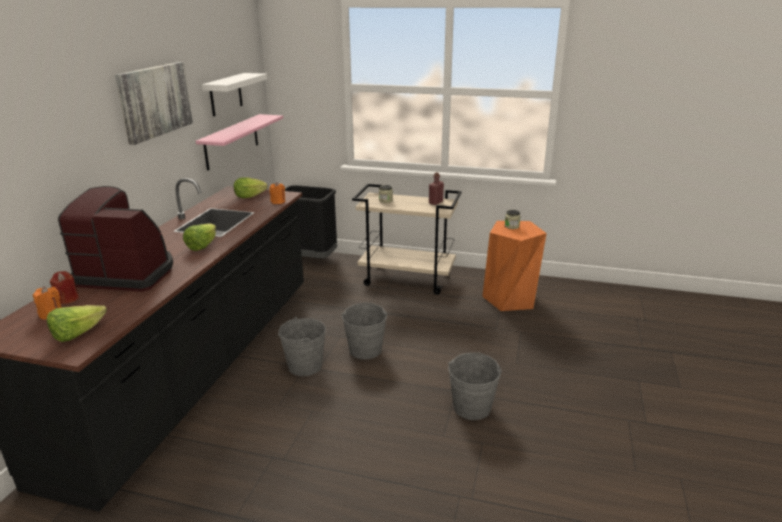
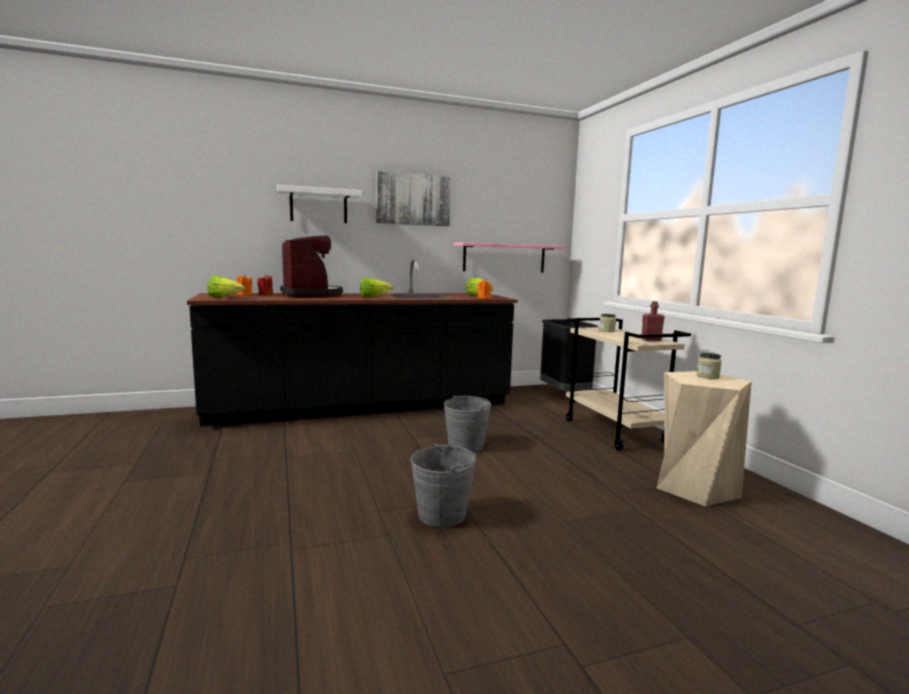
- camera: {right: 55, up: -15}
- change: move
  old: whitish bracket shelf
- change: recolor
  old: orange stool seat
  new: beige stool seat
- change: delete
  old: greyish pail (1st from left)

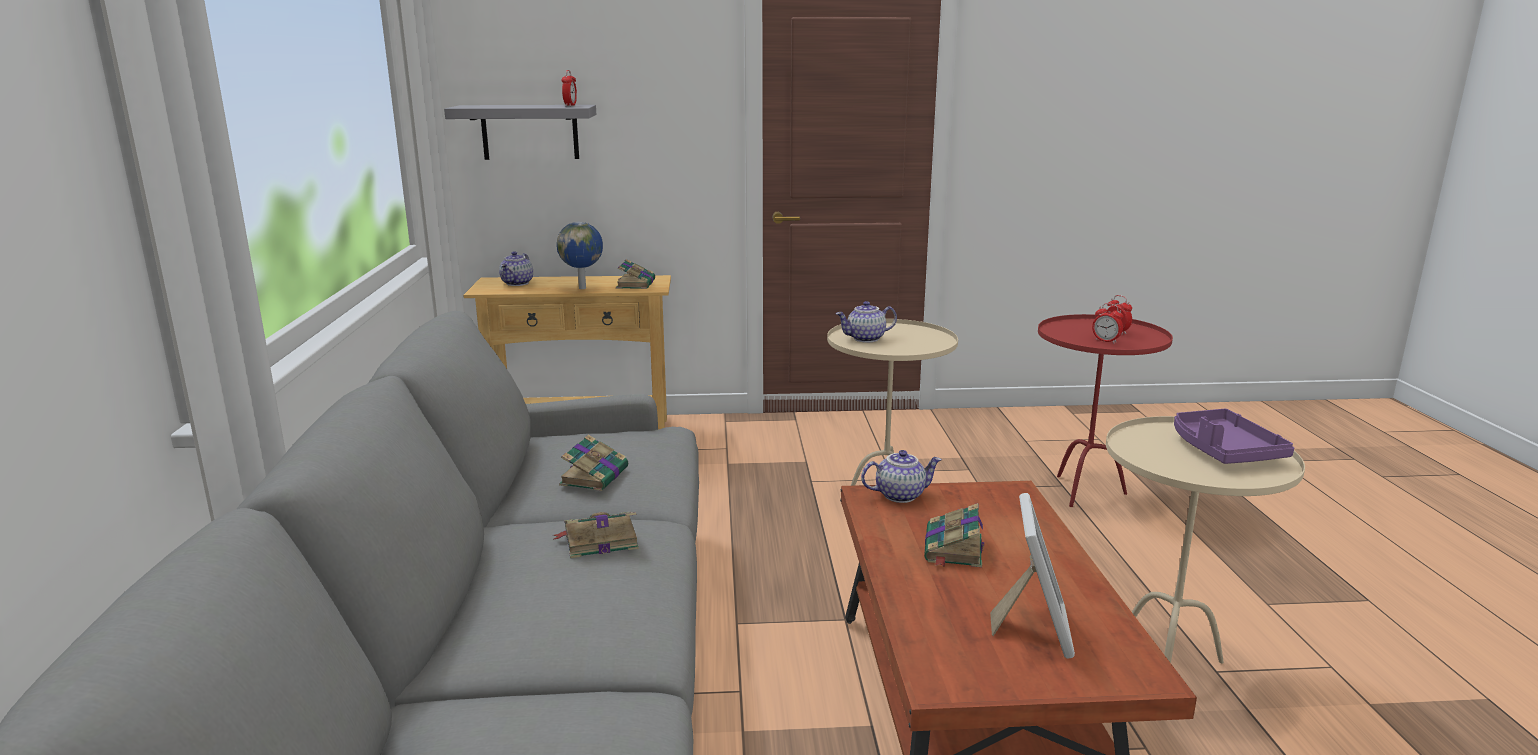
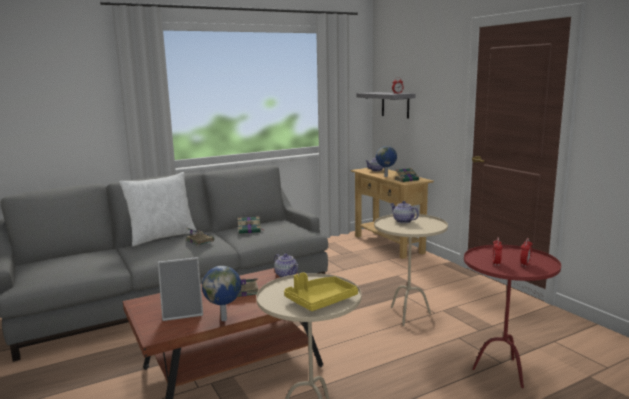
- camera: {right: 65, up: -5}
- change: recolor
  old: purplish carrying tray
  new: yellowish carrying tray
- change: insert
  new: whitish cushion
- change: insert
  new: desk globe (1st from left)

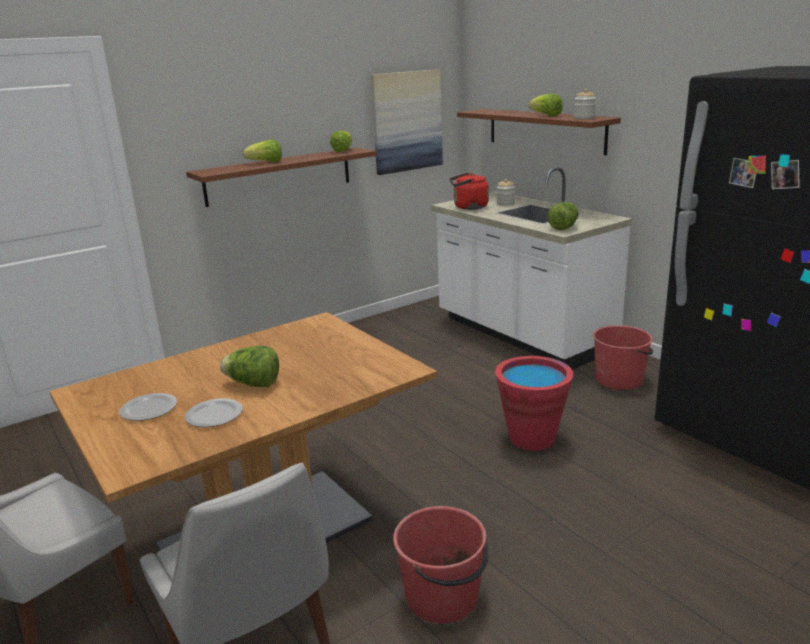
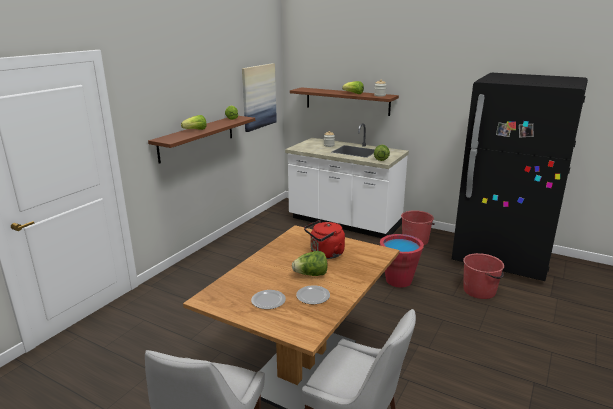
- camera: {right: -25, up: 0}
- change: move
  old: red water kettle
- change: move
  old: red pail (1st from left in the first image)
  new: red pail (3rd from left)

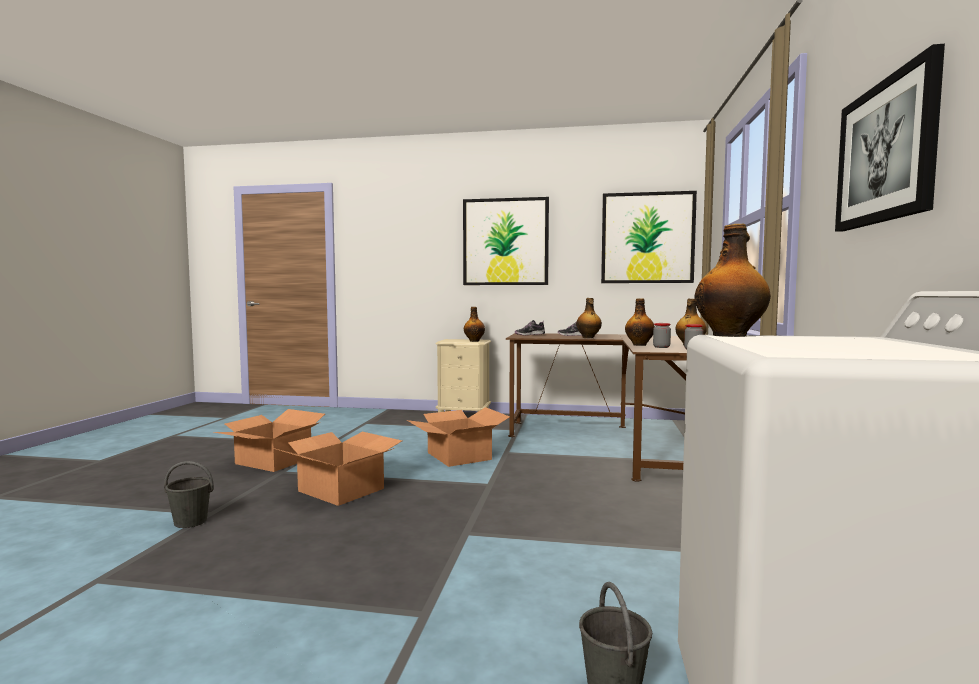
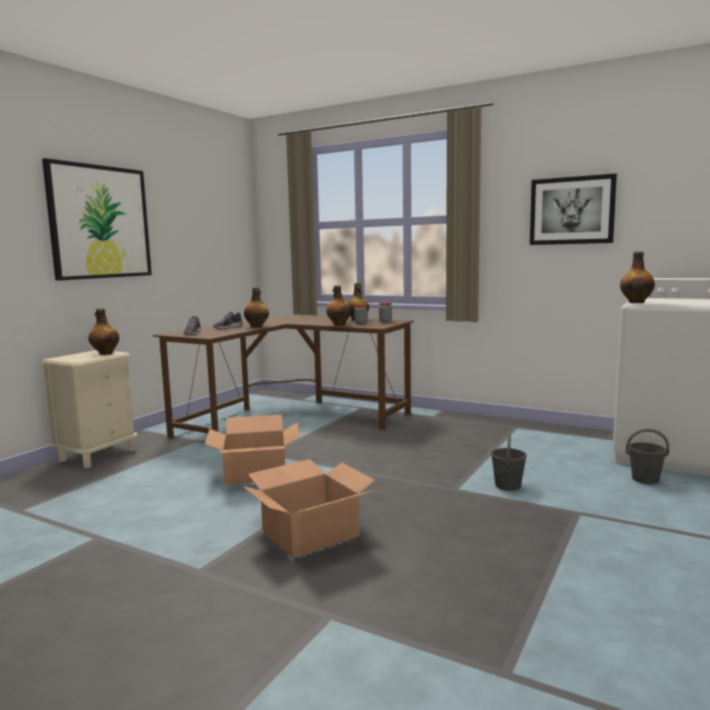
- camera: {right: -70, up: 5}
- change: delete
  old: wall picture (2nd from left)
- change: delete
  old: carton (1st from left)
- change: move
  old: greyish pail (1st from left)

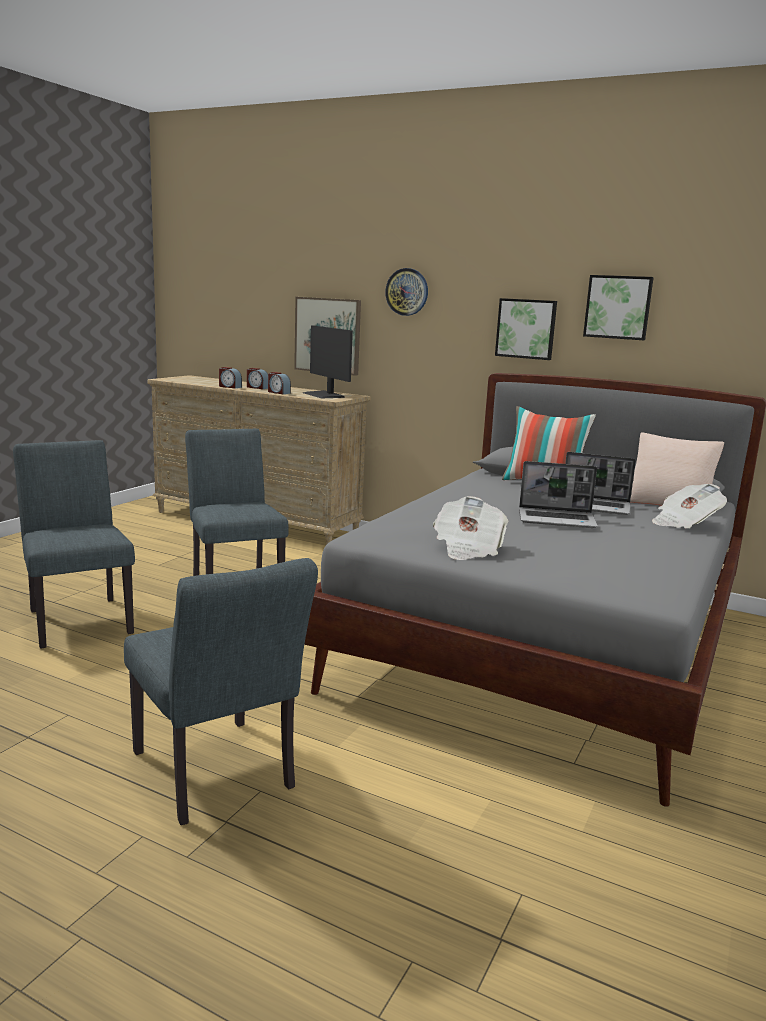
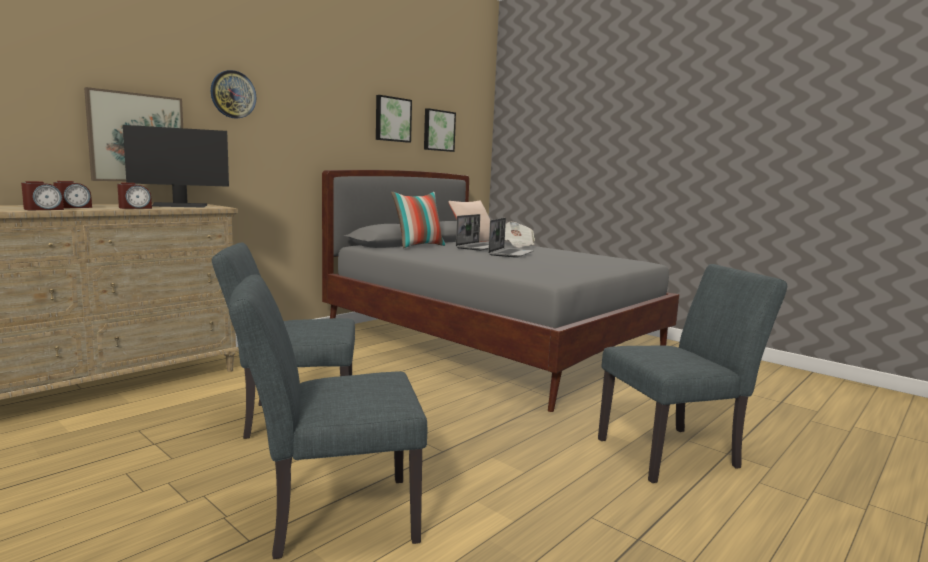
- camera: {right: -75, up: -5}
- change: move
  old: wall picture (2nd from left in the first image)
  new: wall picture (3rd from left)
- change: delete
  old: daily paper (1st from left)

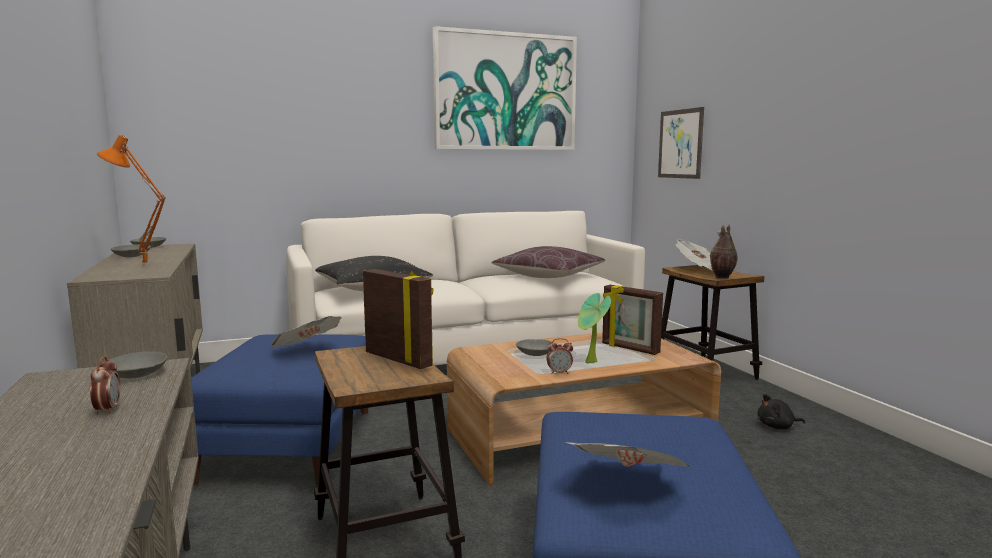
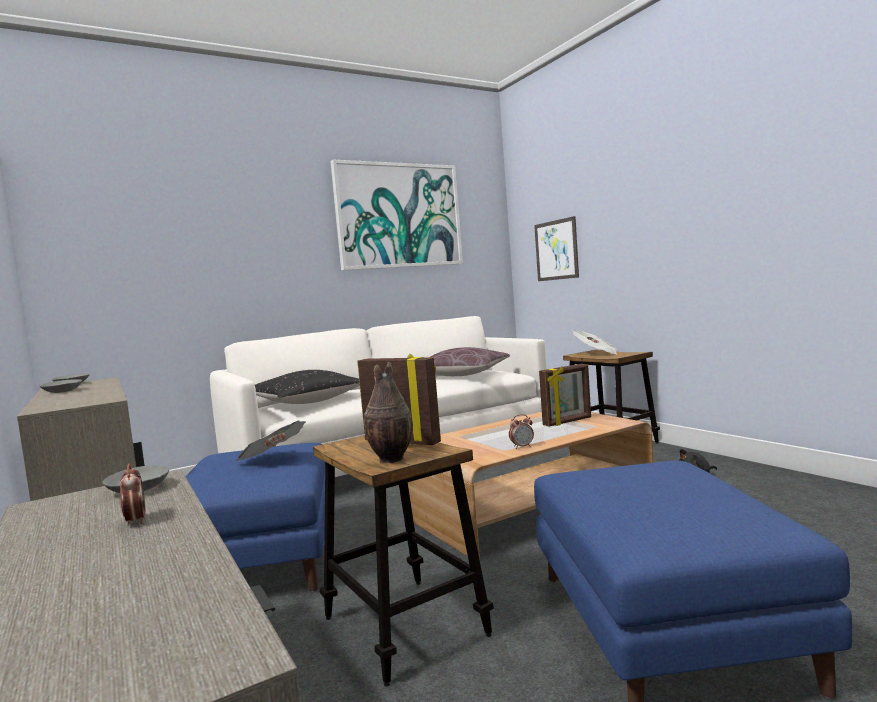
- camera: {right: -10, up: -5}
- change: delete
  old: orange lamp for a table
- change: move
  old: vase
- change: rotate
  old: photo frame (2nd from left)
  degrees: -60
- change: delete
  old: potted plant
- change: delete
  old: greyish bowl (4th from left)
- change: delete
  old: daily paper (2nd from left)

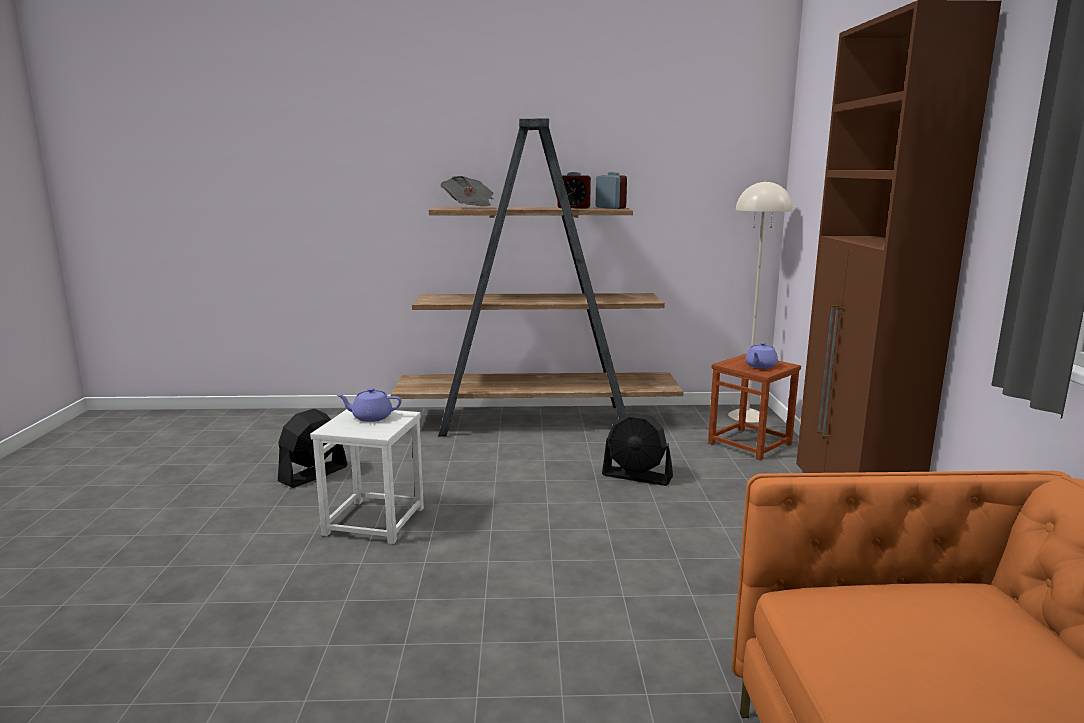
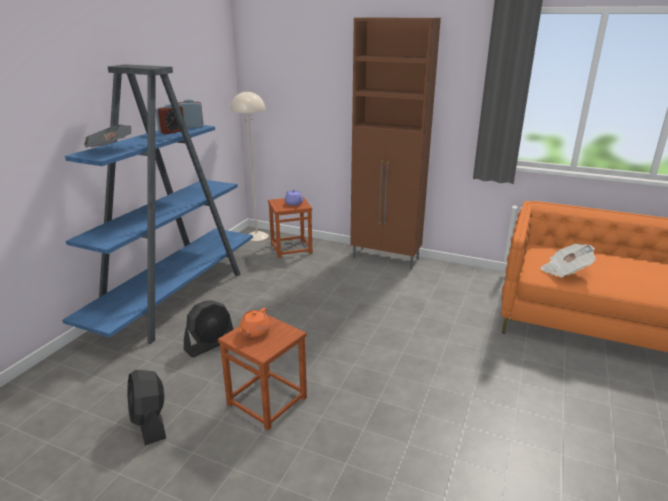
- camera: {right: -65, up: 10}
- change: recolor
  old: brown-coloured shelving unit
  new: blue-coloured shelving unit
- change: recolor
  old: purplish tea pot (1st from left)
  new: orange tea pot
- change: recolor
  old: whitish stool seat
  new: brown-coloured stool seat (1st from left)
- change: move
  old: blackish fan (2nd from left)
- change: insert
  new: daily paper (2nd from left)

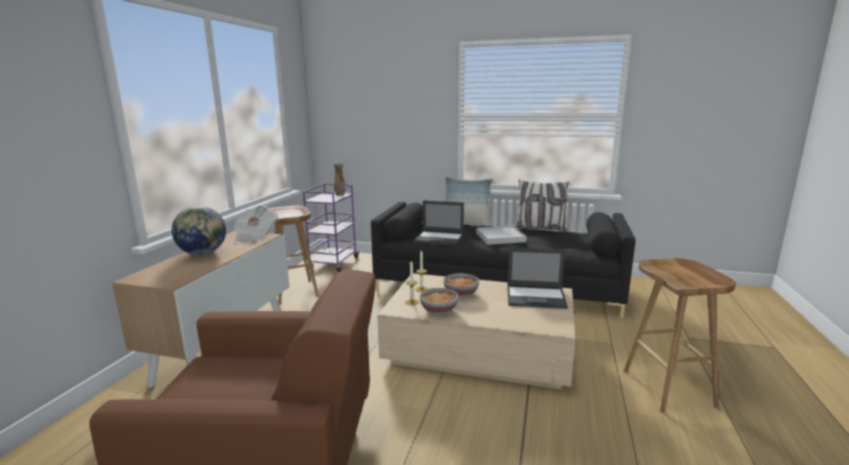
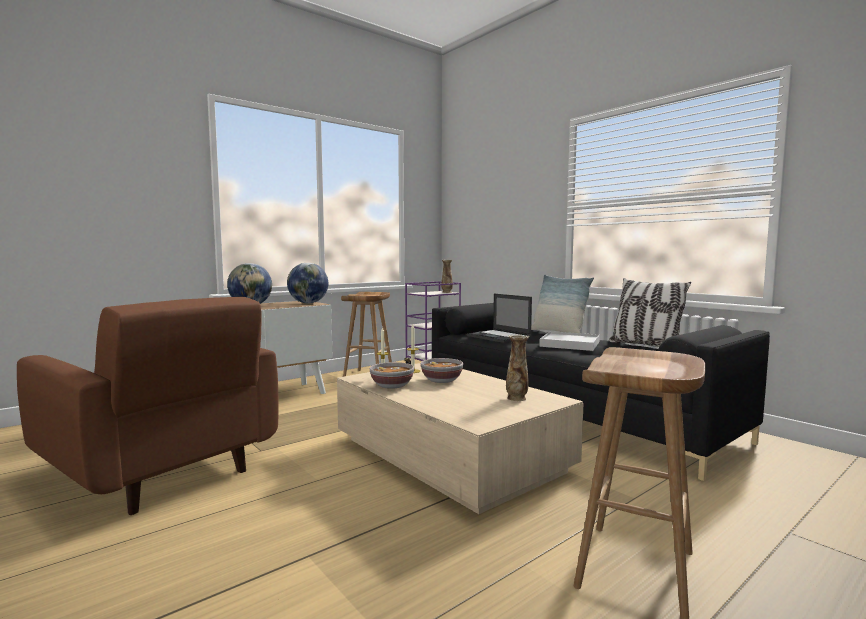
- camera: {right: 35, up: -10}
- change: replace
  old: daily paper
  new: desk globe (2nd from left)
- change: replace
  old: portable computer (2nd from left)
  new: vase (2nd from left)

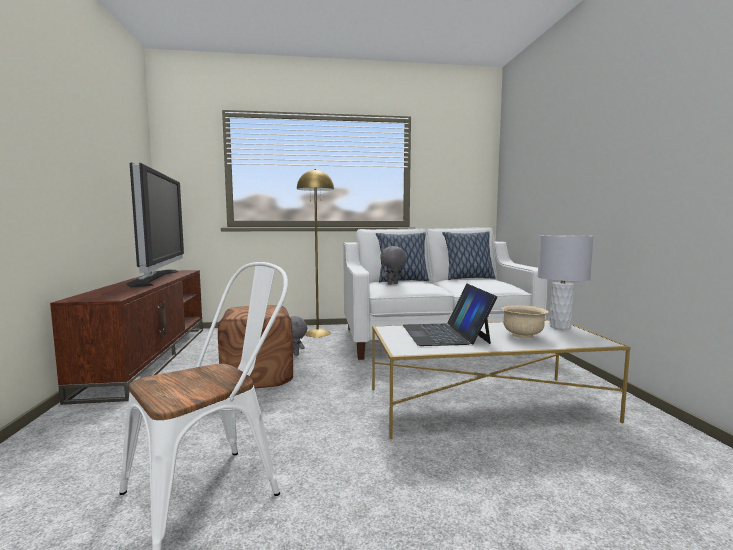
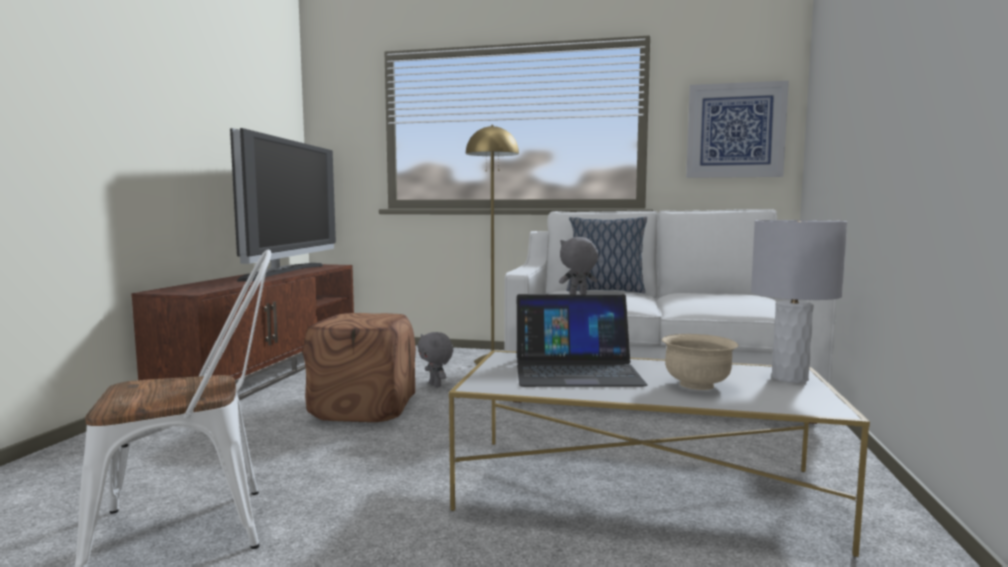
- camera: {right: 20, up: 0}
- change: delete
  old: cushion (2nd from left)
- change: rotate
  old: portable computer
  degrees: -105
- change: insert
  new: wall picture

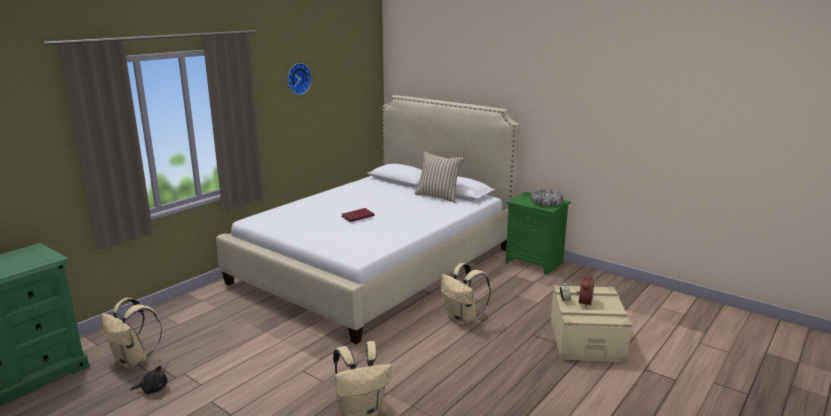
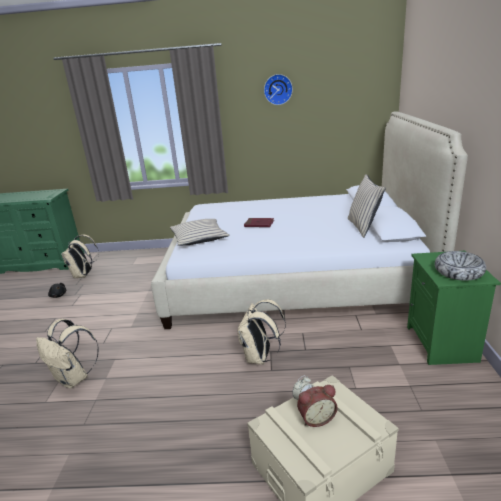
- camera: {right: 55, up: 5}
- change: insert
  new: beige cushion (1st from left)

